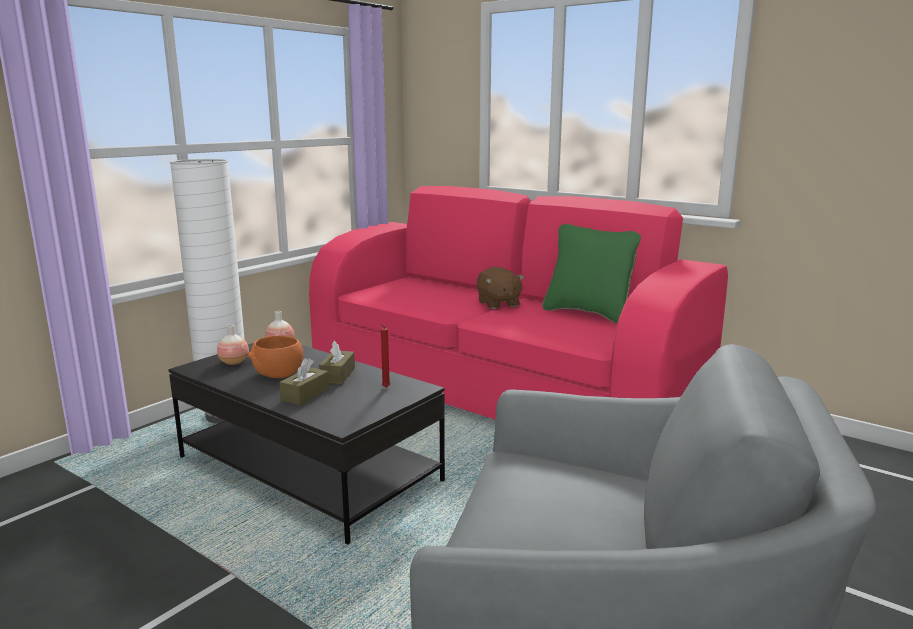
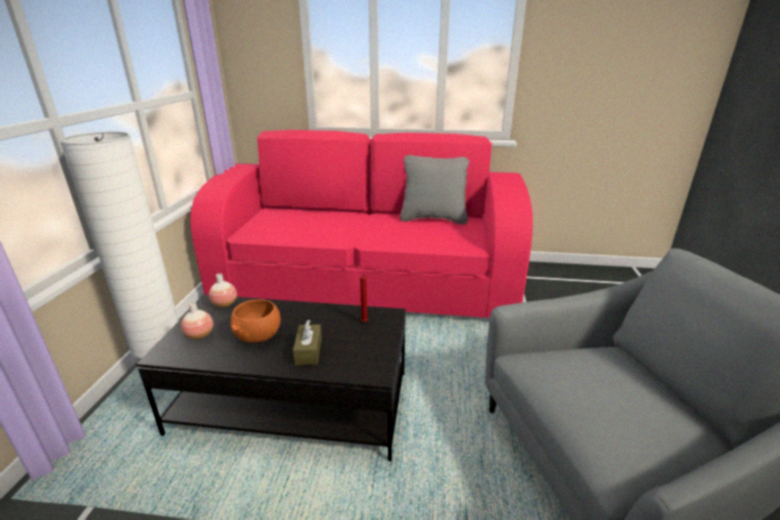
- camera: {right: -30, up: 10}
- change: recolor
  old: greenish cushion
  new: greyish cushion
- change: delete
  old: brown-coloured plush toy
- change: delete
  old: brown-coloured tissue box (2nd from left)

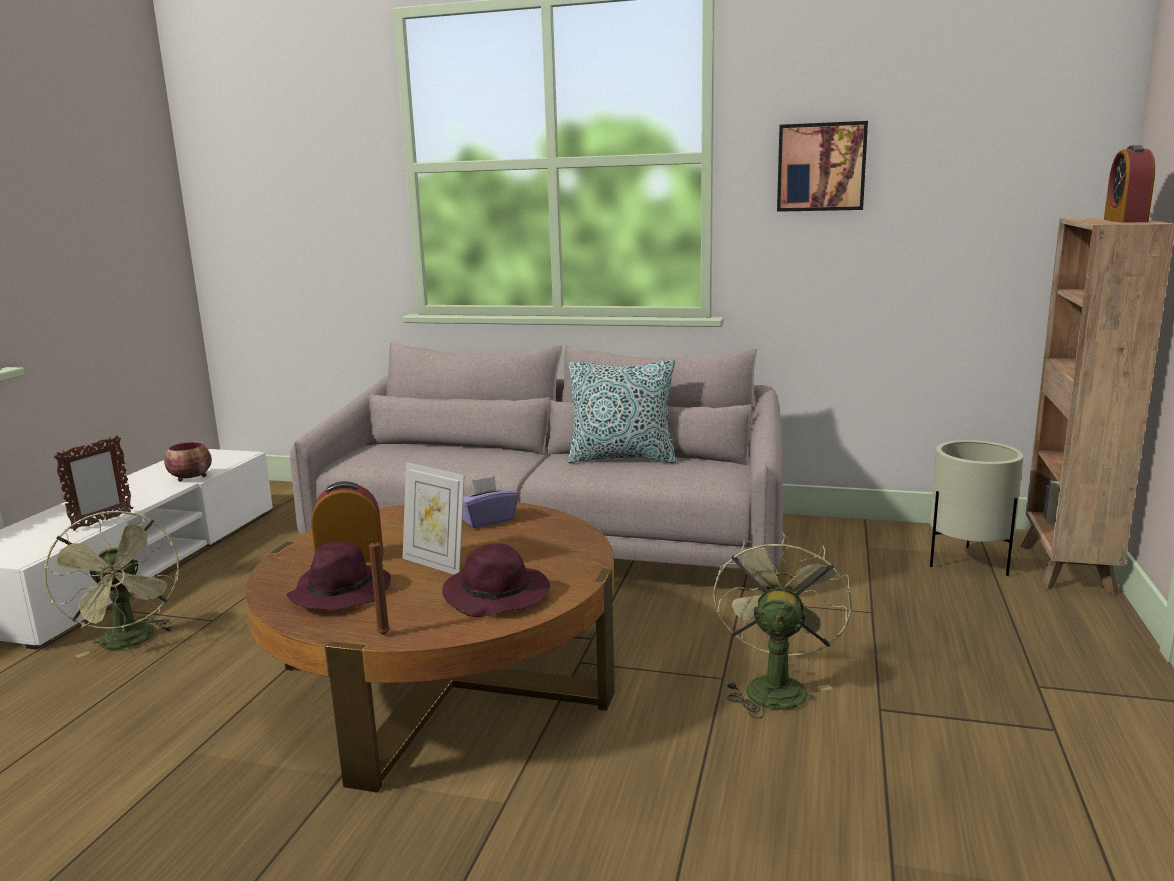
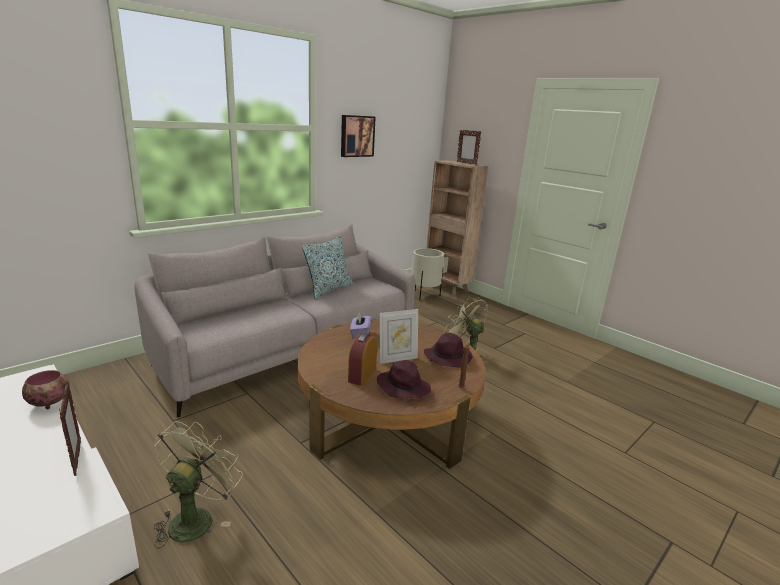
- camera: {right: -60, up: 5}
- change: replace
  old: bedside clock (2nd from left)
  new: photo frame (3rd from left)
- change: rotate
  old: greenish fan (1st from left)
  degrees: -75

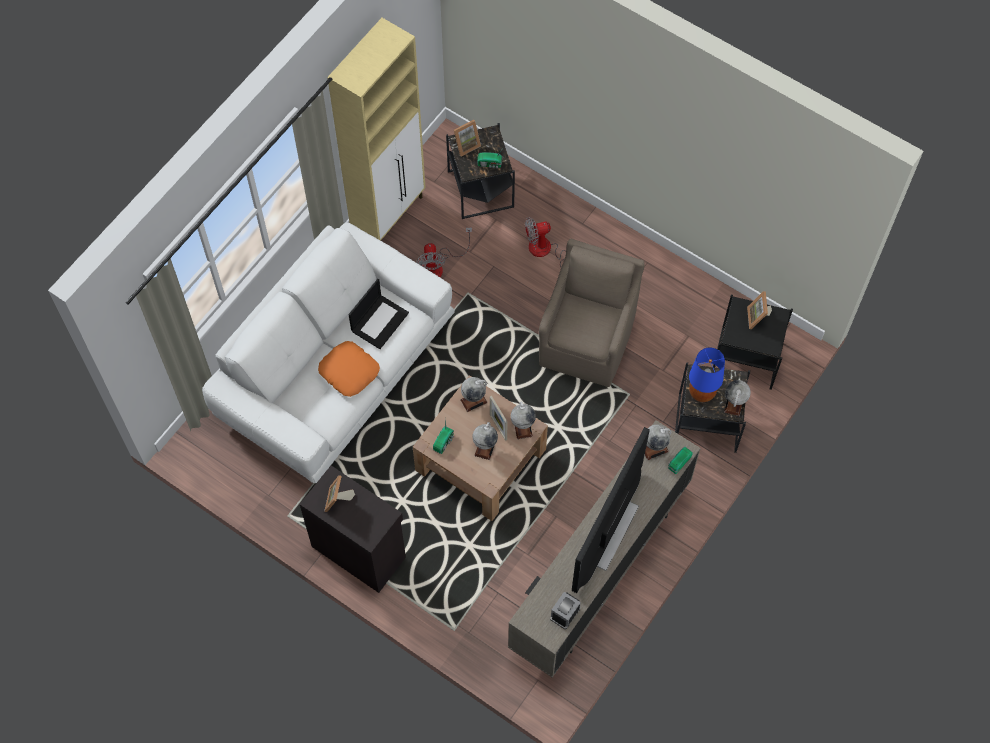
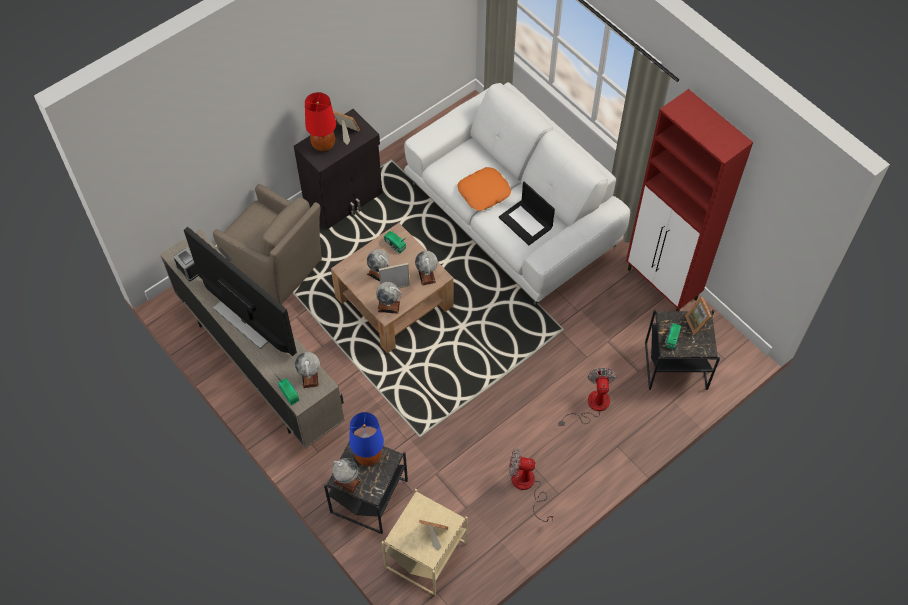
- camera: {right: 105, up: -5}
- change: recolor
  old: beige storage cabinet
  new: red storage cabinet
- change: move
  old: fan (1st from left)
- change: move
  old: brown-coloured easy chair
- change: recolor
  old: blackish side table (3rd from left)
  new: beige side table
- change: insert
  new: red lamp for a table

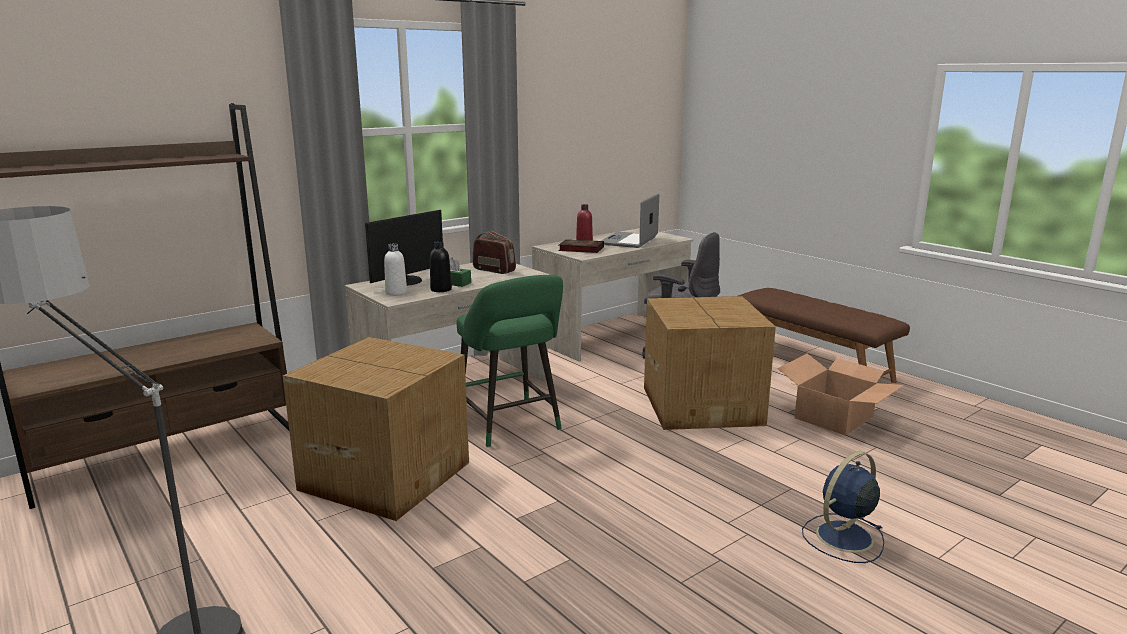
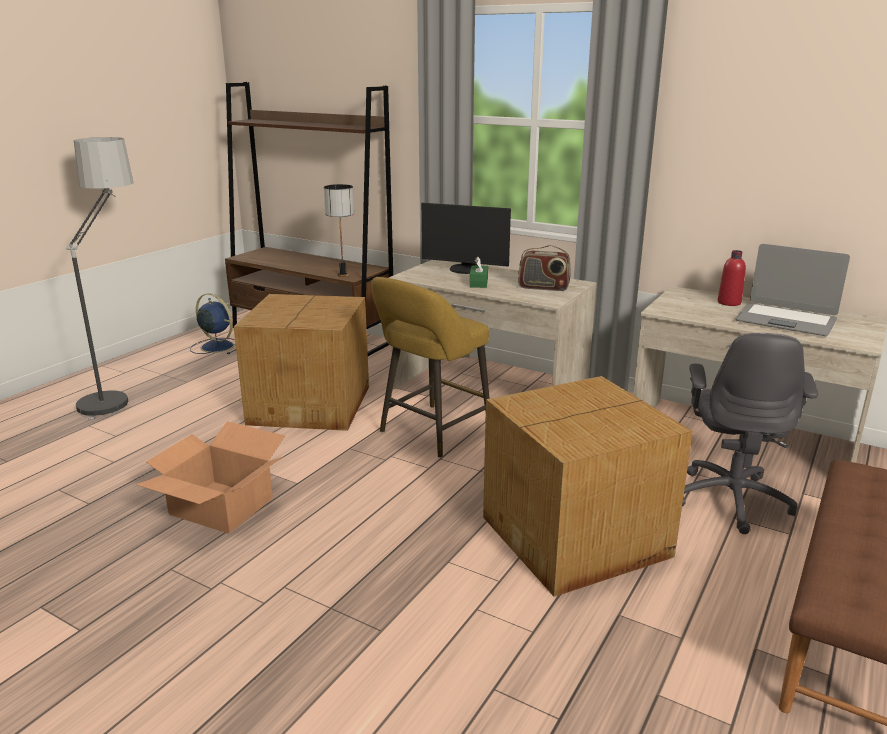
- camera: {right: 70, up: 5}
- change: rotate
  old: portable computer
  degrees: -150
- change: rotate
  old: radio
  degrees: 90
- change: delete
  old: bound book
- change: delete
  old: blackish drink bottle
- change: delete
  old: whitish drink bottle
- change: recolor
  old: greenish stool seat
  new: yellowish stool seat
- change: move
  old: carton (3rd from left in the first image)
  new: carton (1st from left)
- change: move
  old: blue-coloured fan
- change: insert
  new: lamp for a table

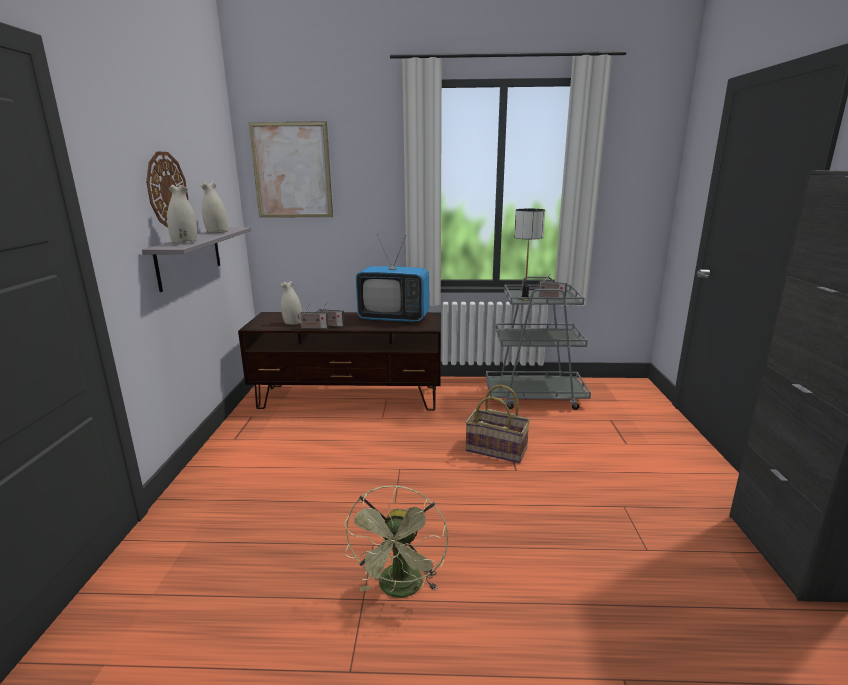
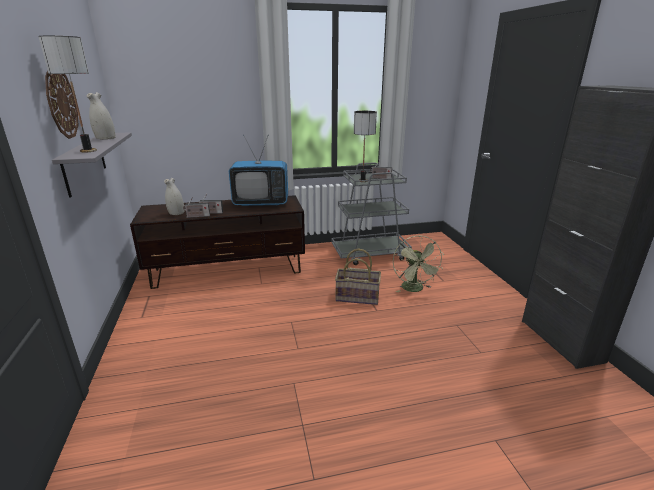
- camera: {right: -15, up: 5}
- change: delete
  old: wall picture
- change: replace
  old: whitish vase (1st from left)
  new: lamp for a table (1st from left)
- change: move
  old: greenish fan

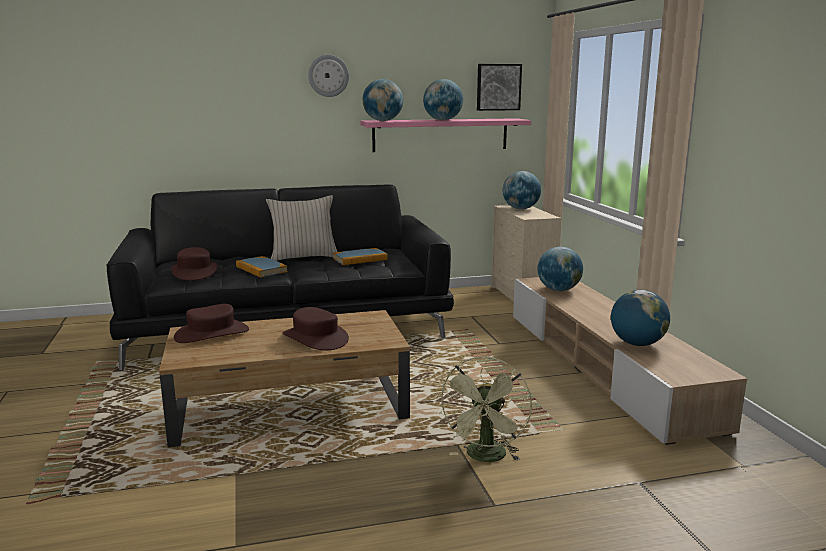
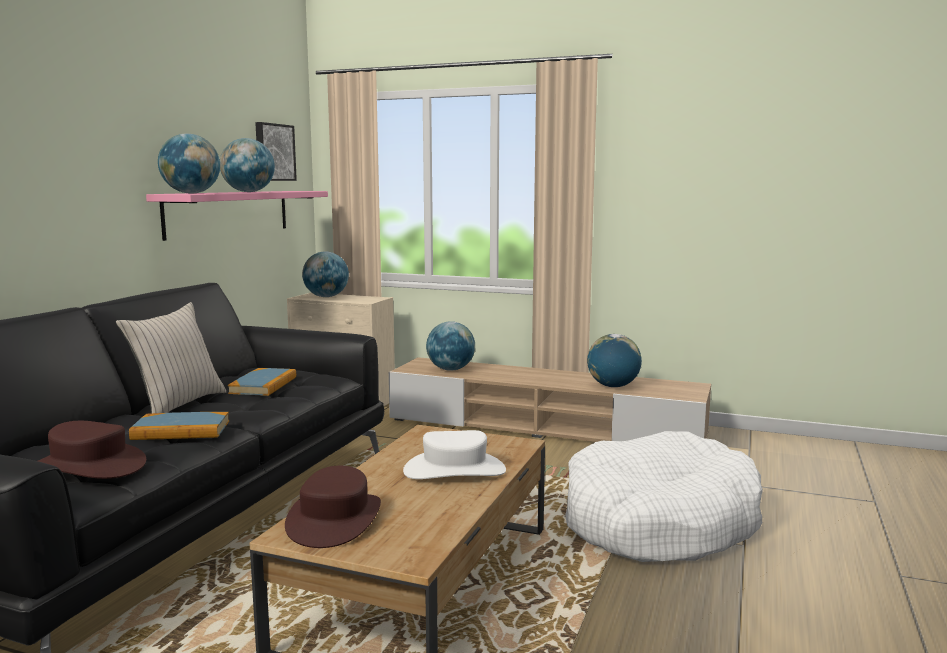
- camera: {right: -55, up: -5}
- change: delete
  old: hanging clock
- change: recolor
  old: brown-coloured clothing hat (3rd from left)
  new: whitish clothing hat
- change: replace
  old: greenish fan
  new: whitish pet bed

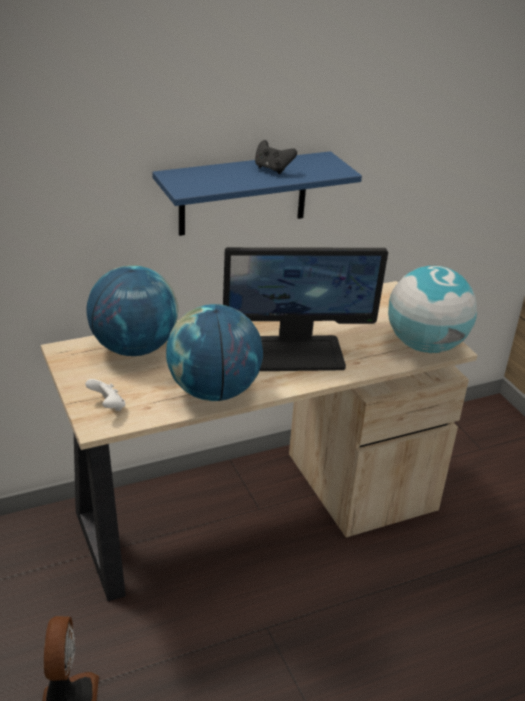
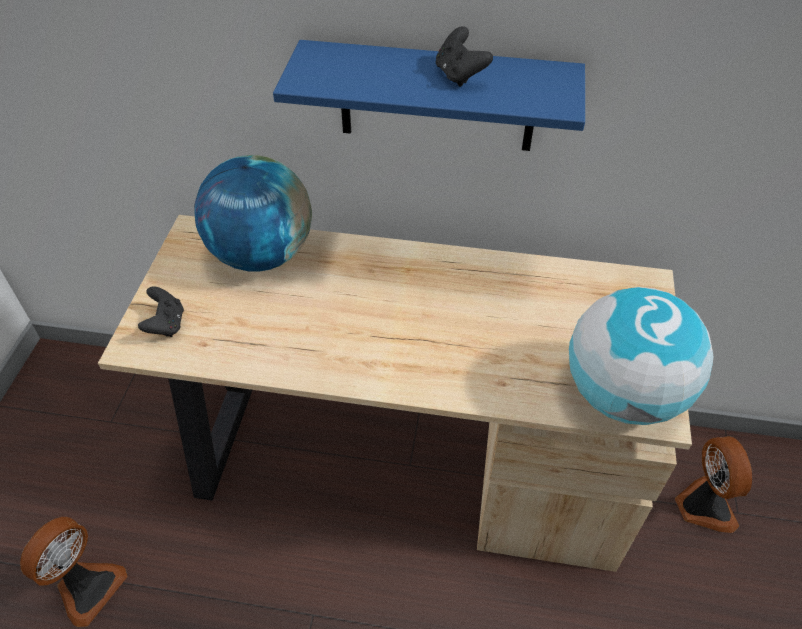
- camera: {right: 35, up: 15}
- change: delete
  old: monitor
- change: delete
  old: desk globe (2nd from left)
- change: recolor
  old: whitish gamepad
  new: blackish gamepad (1st from left)
- change: insert
  new: fan (2nd from left)

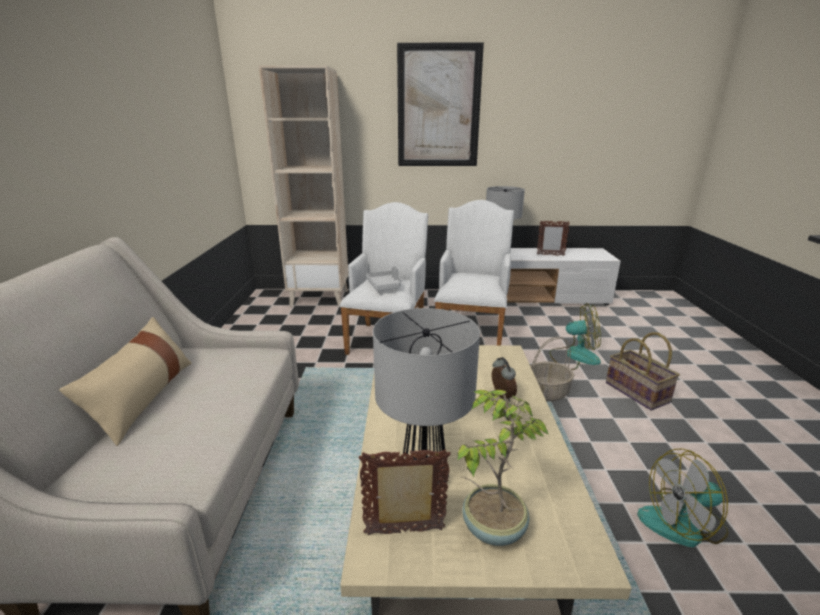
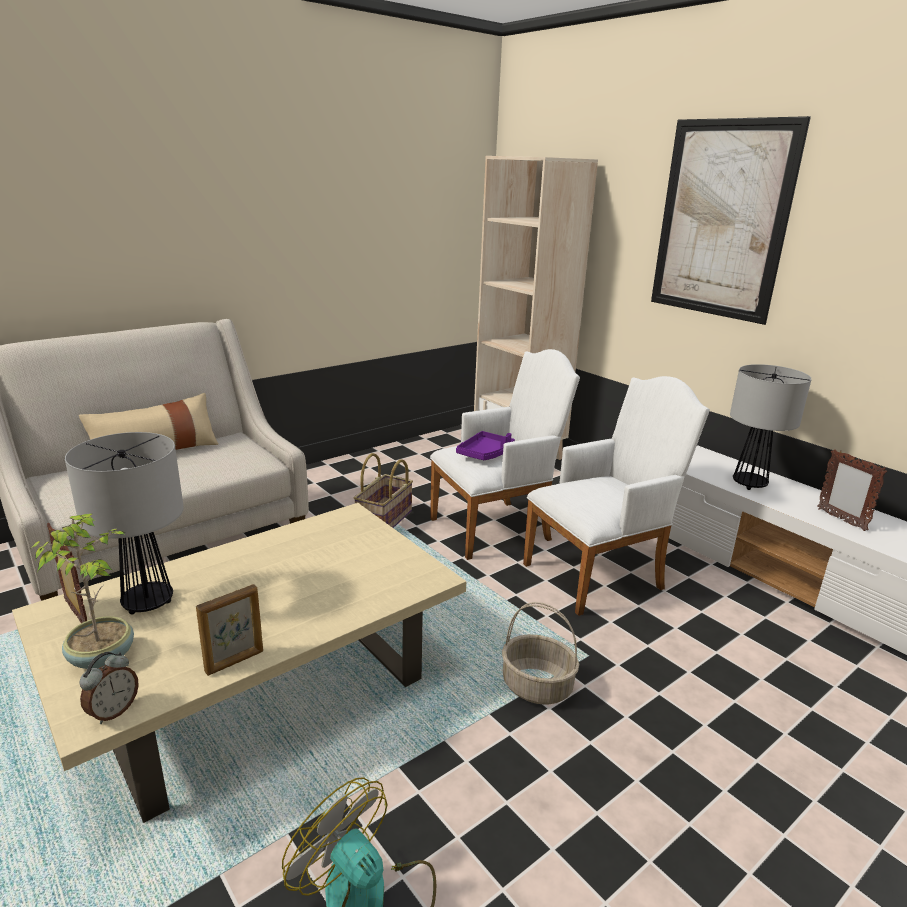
- camera: {right: 50, up: 0}
- change: recolor
  old: greyish carrying tray
  new: purplish carrying tray
- change: delete
  old: fan (1st from left)
- change: move
  old: storage basket (2nd from left in the first image)
  new: storage basket (1st from left)
- change: move
  old: bedside clock
- change: insert
  new: photo frame (2nd from left)

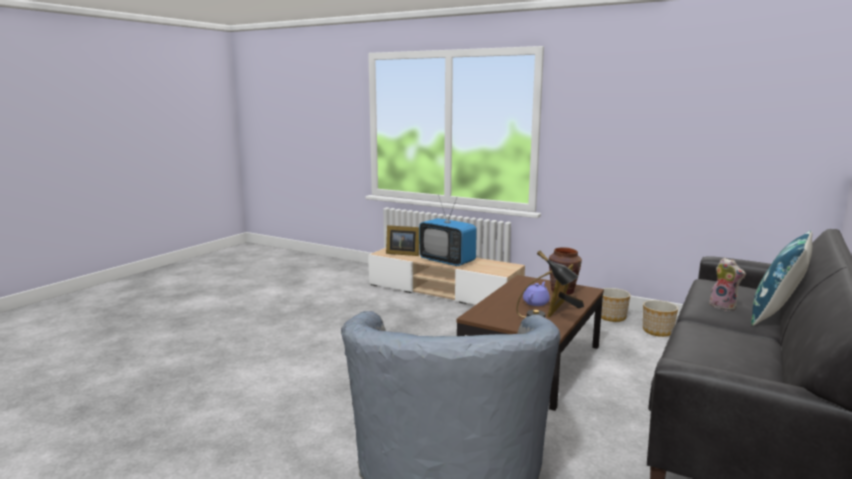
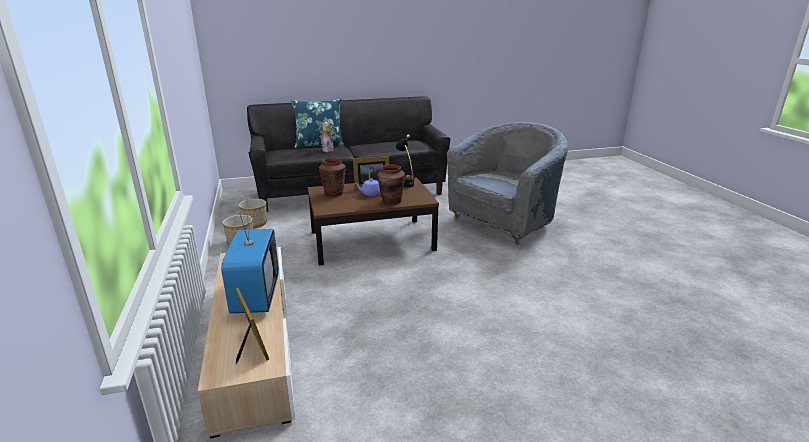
- camera: {right: -135, up: 10}
- change: insert
  new: brown-coloured vase (2nd from left)

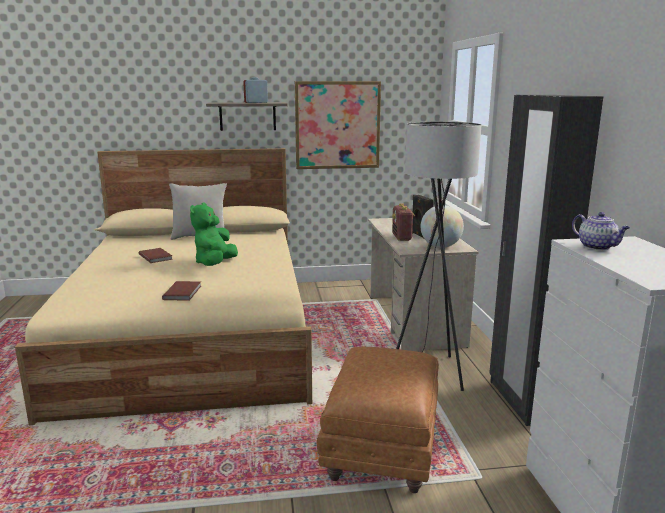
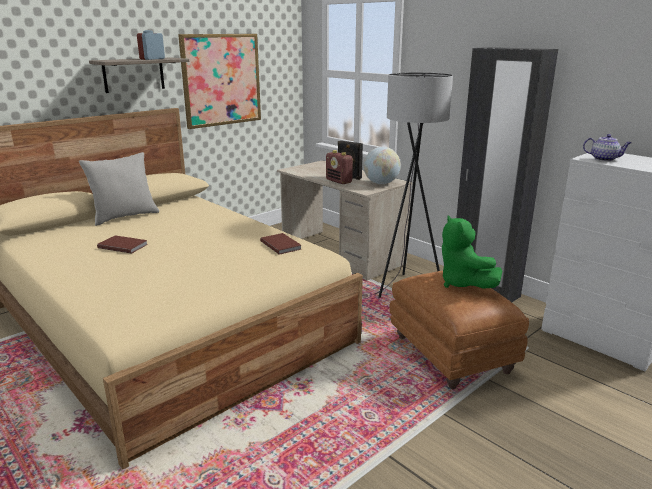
- camera: {right: -35, up: 5}
- change: move
  old: greenish plush toy
- change: move
  old: brown-coloured bound book (2nd from left)

